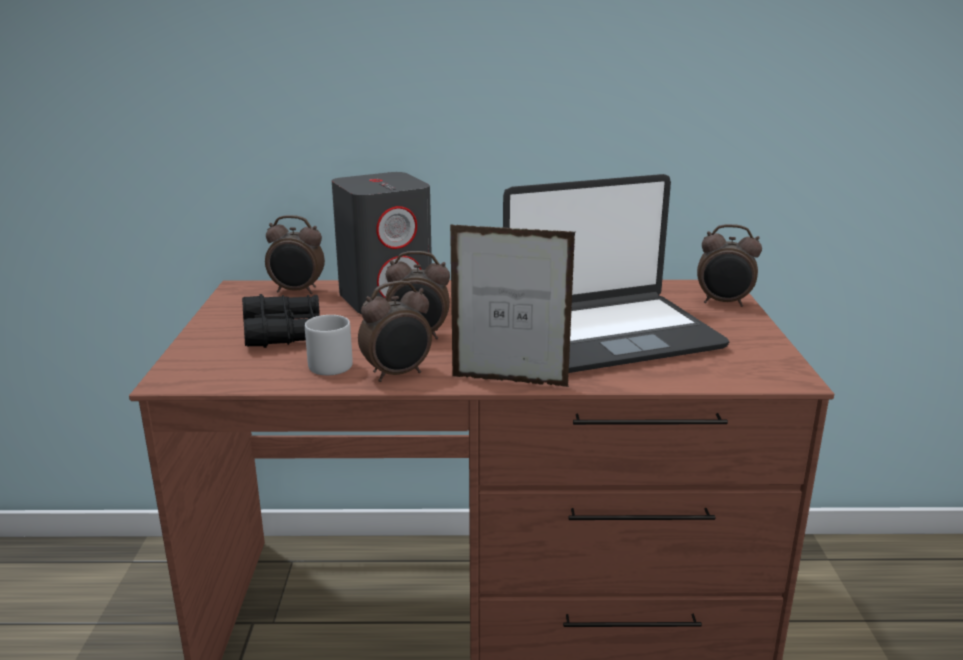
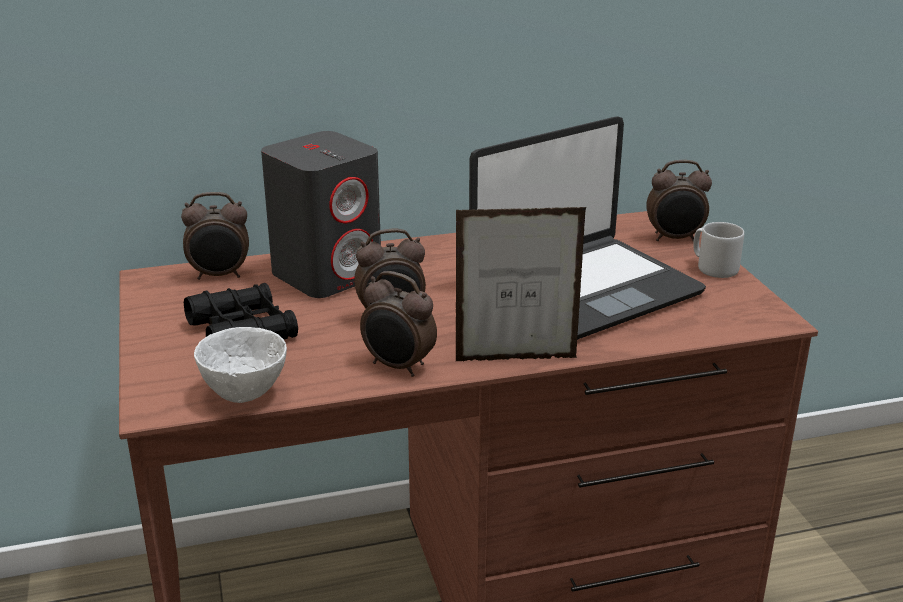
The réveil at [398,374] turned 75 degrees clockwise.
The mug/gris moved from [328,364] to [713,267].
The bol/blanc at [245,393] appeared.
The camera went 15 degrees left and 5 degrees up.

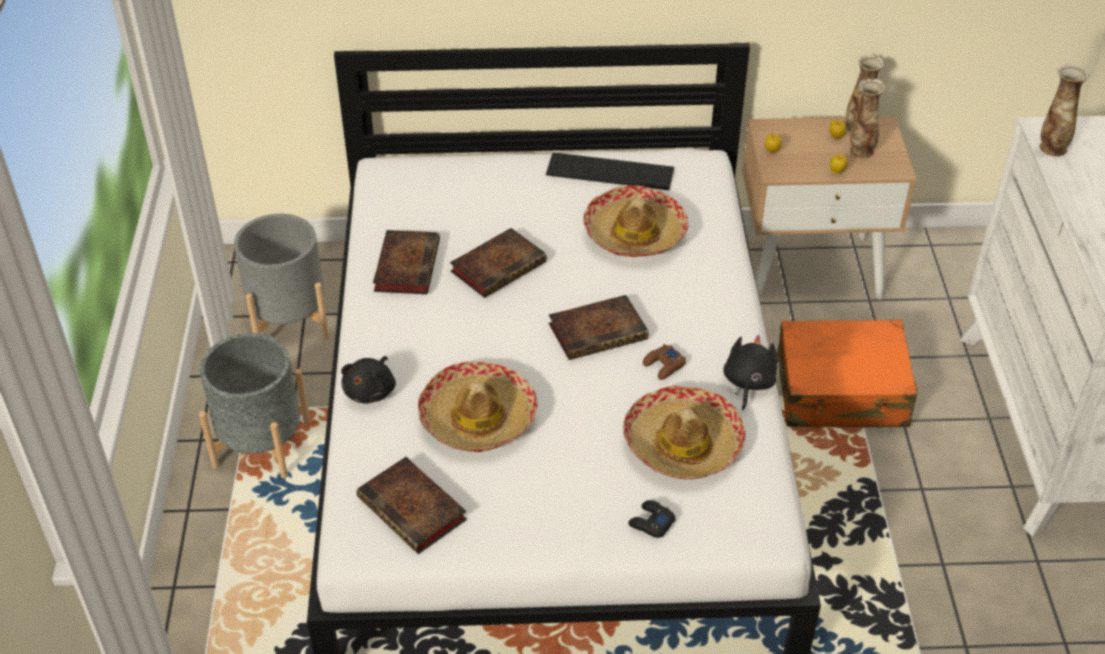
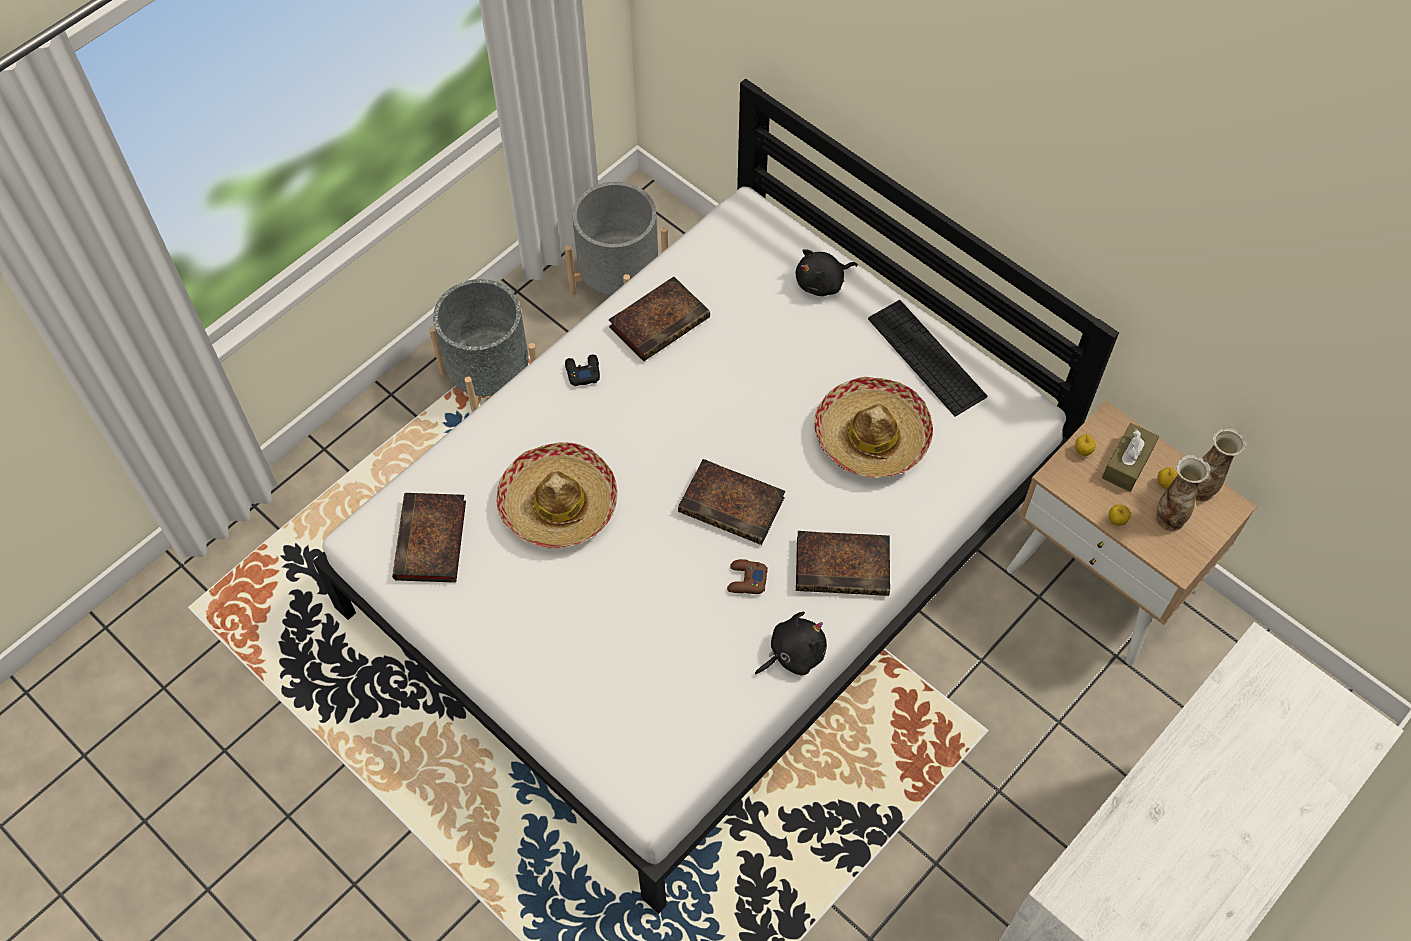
The vase at [1052,148] disappeared.
The livre moved from [499,266] to [845,566].
The valise/orange at [842,391] disappeared.
The peluche/noir moved from [371,390] to [822,283].
The chapeau at [682,444] disappeared.
The manette/noir moved from [651,523] to [582,372].
The boîte à mouchoirs/marron at [1127,463] appeared.
The camera went 45 degrees right and 15 degrees up.

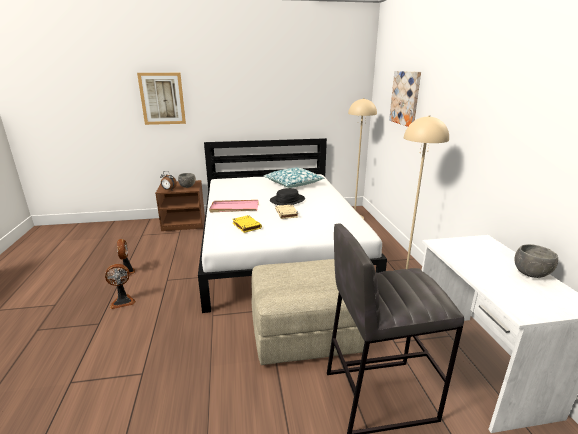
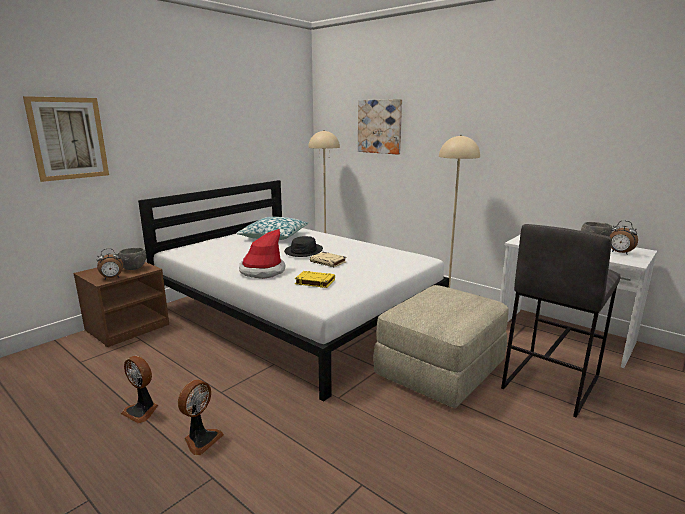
The plateau/rose at [234,208] was replaced by the chapeau at [262,271].
The réveil at [619,253] appeared.
The camera went 40 degrees left and 5 degrees down.

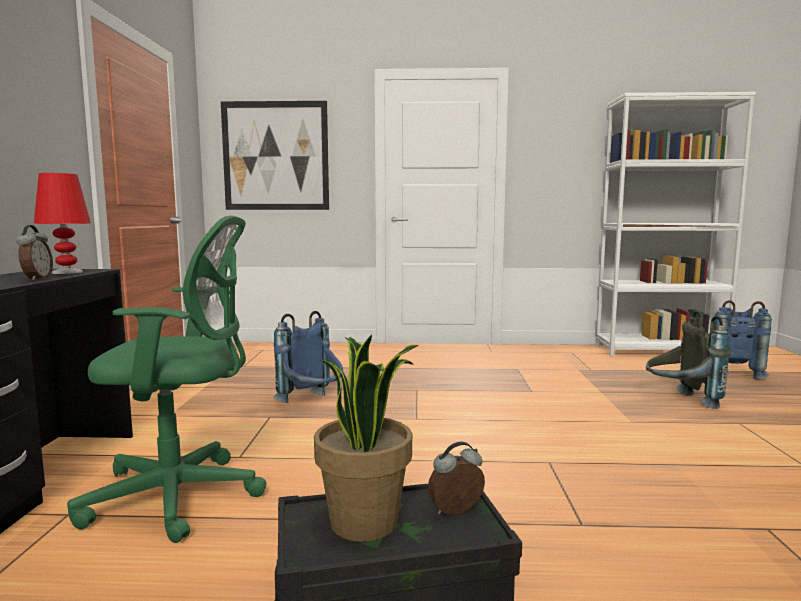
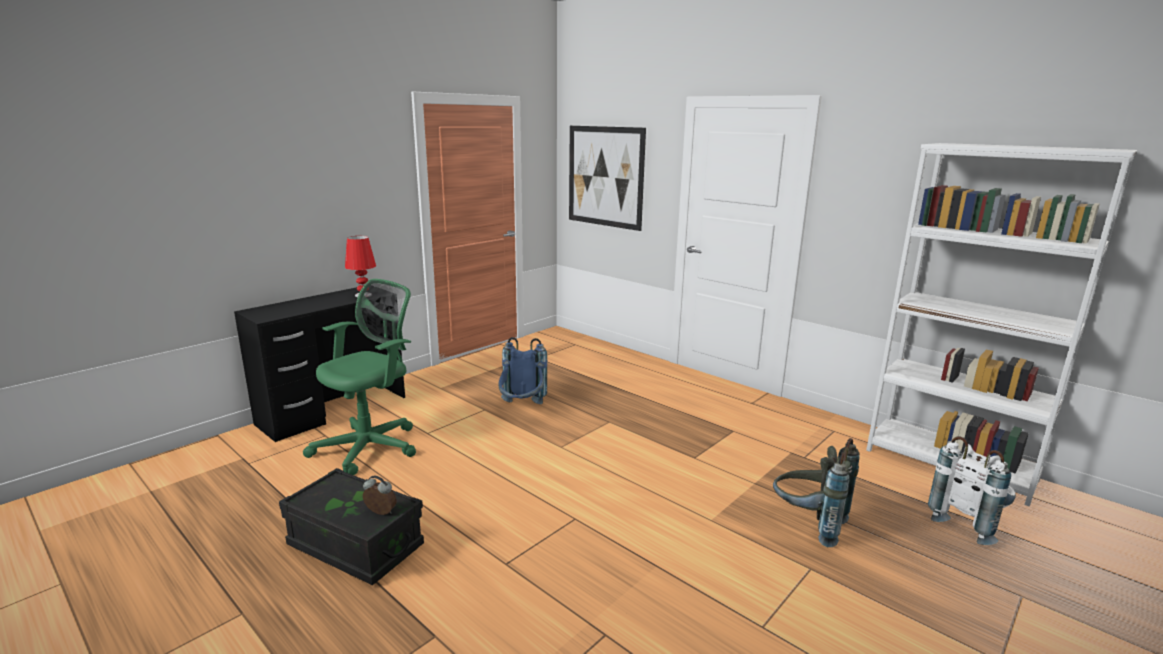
The chaise de bureau/vert at [181,496] turned 90 degrees counterclockwise.
The réveil at [36,279] disappeared.
The sac à dos/bleu at [730,372] became the sac à dos/blanc at [968,522].
The plante en pot at [366,522] disappeared.
The camera went 40 degrees right and 10 degrees up.

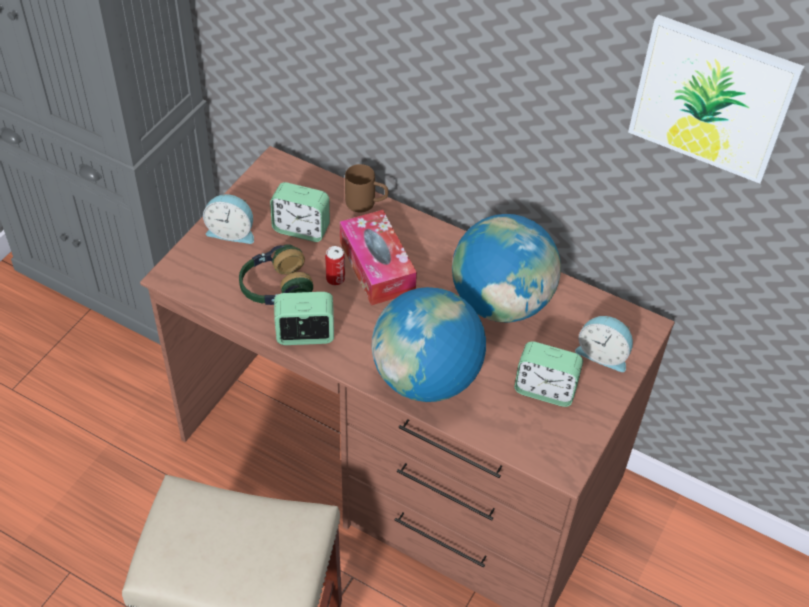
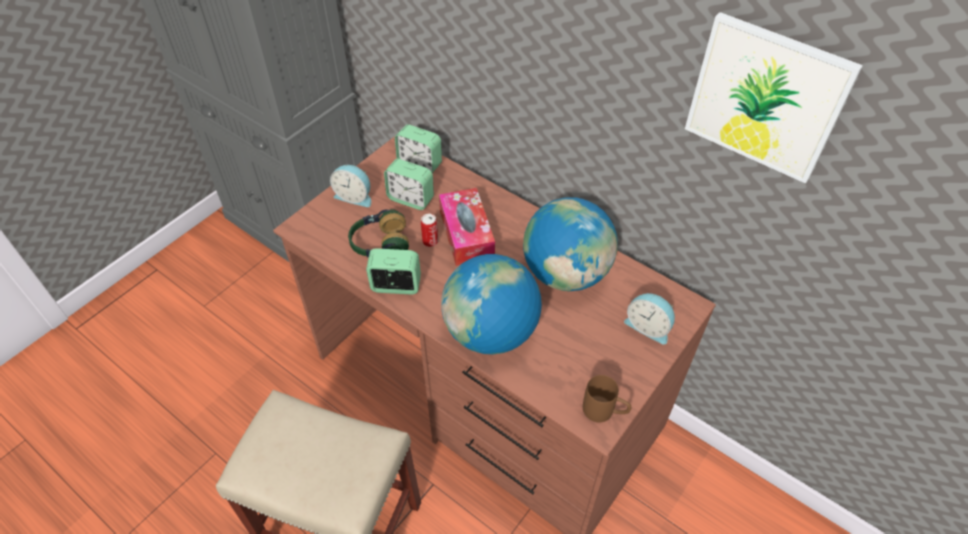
The mug/marron moved from [367,204] to [604,412].
The réveil moved from [545,390] to [420,164].
The camera went 10 degrees right and 0 degrees up.

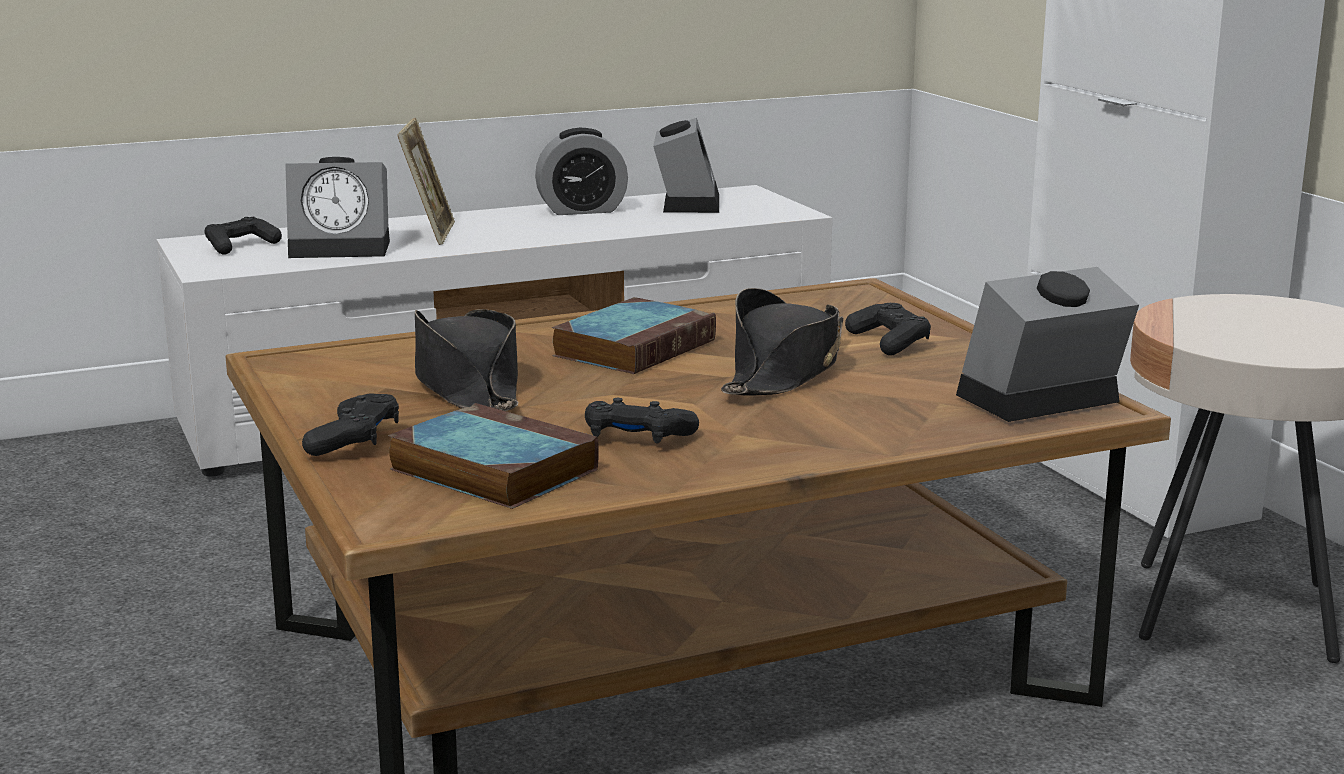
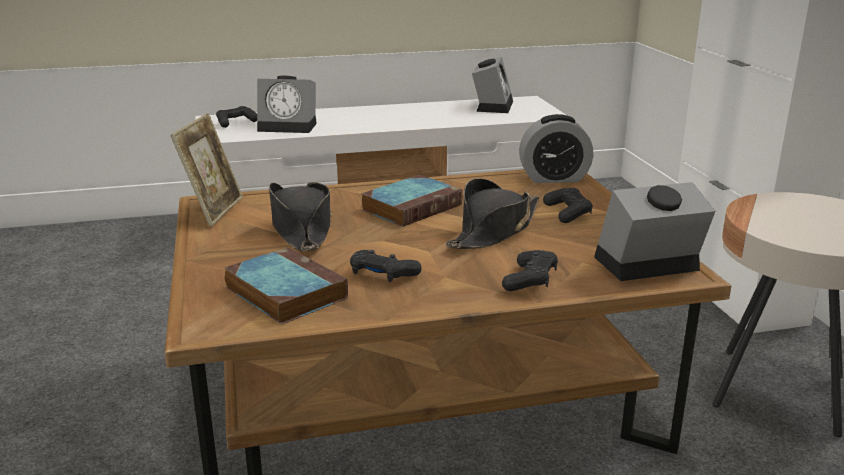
The cadre photo moved from [429,233] to [213,210].
The réveil moved from [582,210] to [554,178].
The manette/noir moved from [355,440] to [530,280].
The camera went 10 degrees right and 5 degrees up.

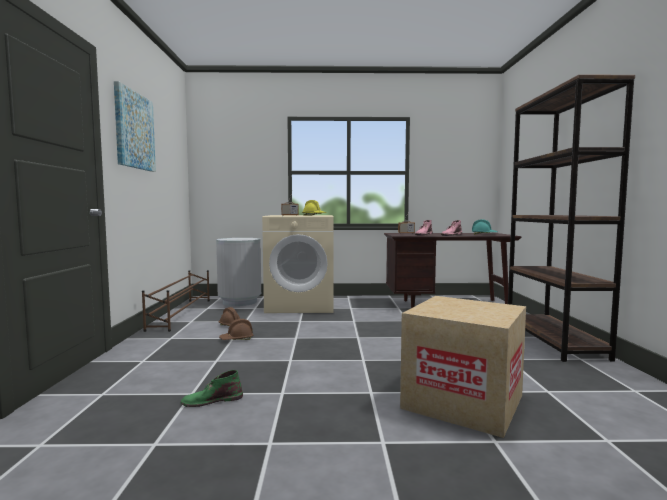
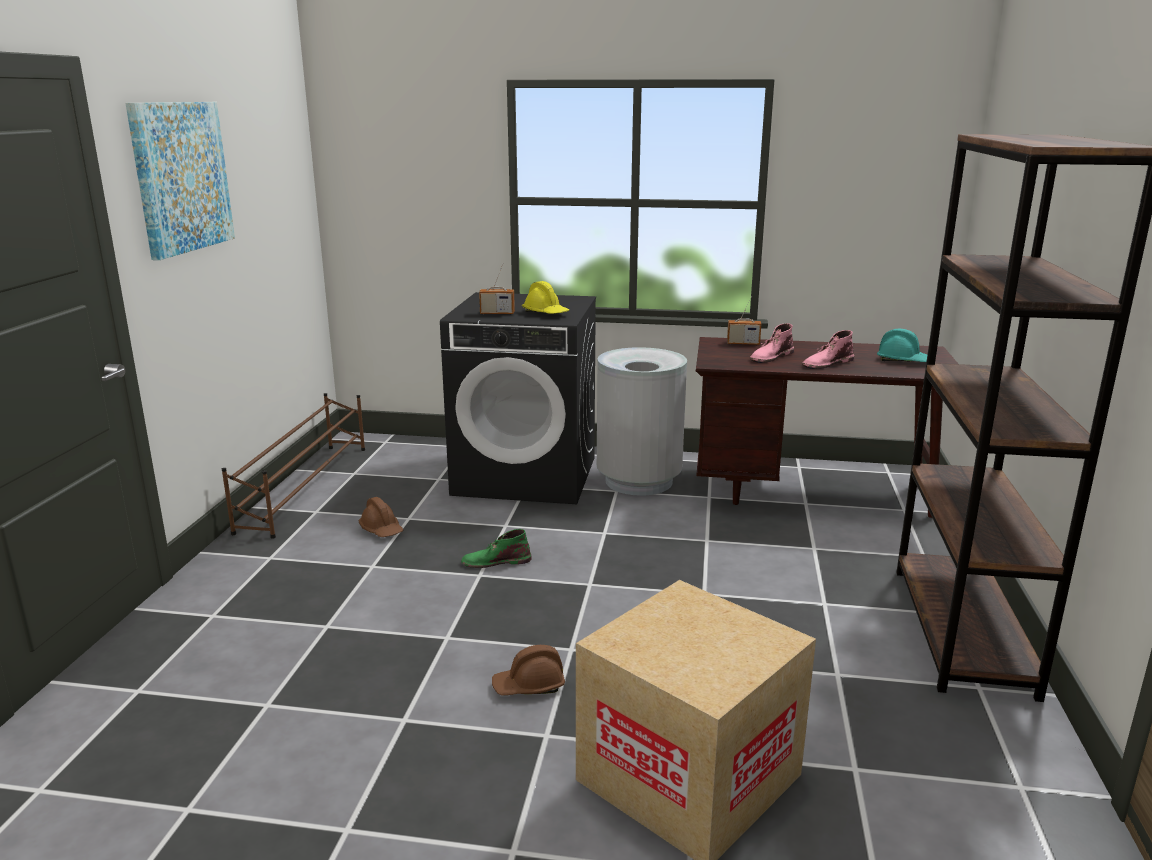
The lave-linge/beige at [301,305] became the lave-linge/noir at [526,476].
The poubelle/gris moved from [240,302] to [639,481].
The casque de chantier/marron moved from [236,339] to [529,686].
The botte/vert moved from [212,400] to [495,561].
The camera went 10 degrees right and 15 degrees up.

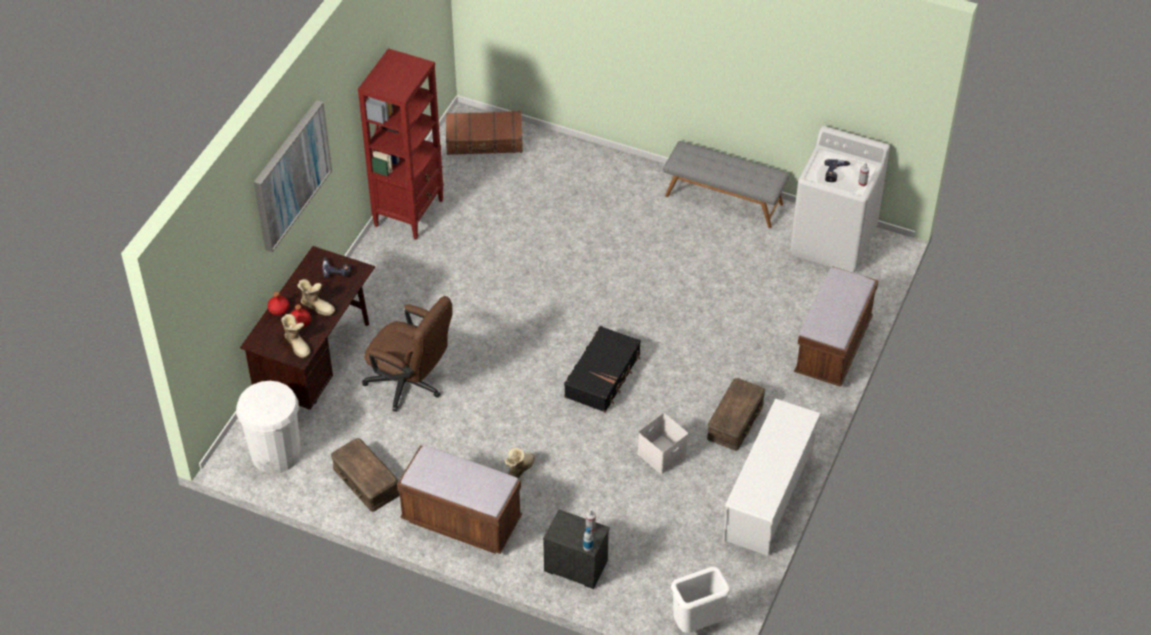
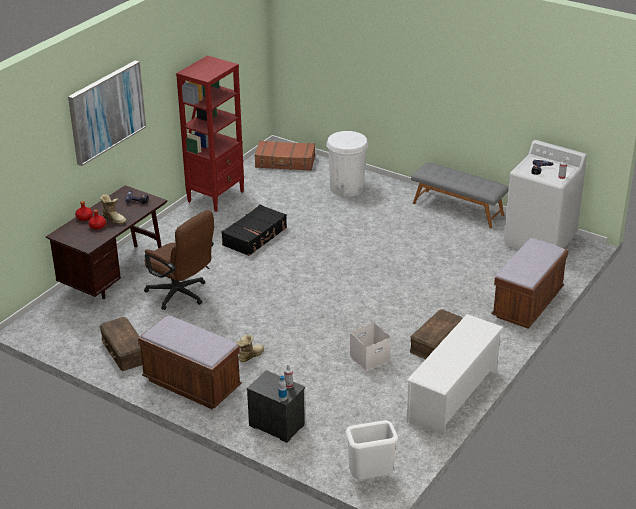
The botte at [297,345] disappeared.
The valise/noir moved from [603,376] to [255,237].
The poubelle/blanc moved from [276,453] to [347,188].
The camera went 10 degrees right and 15 degrees down.

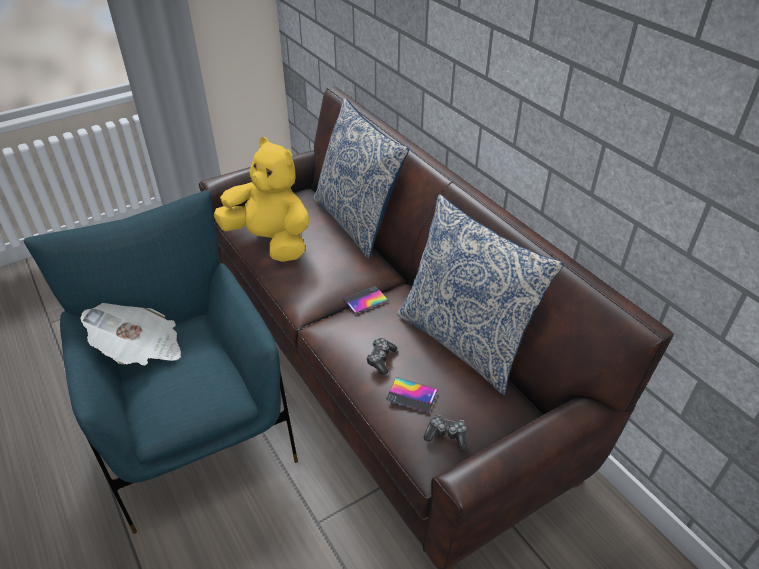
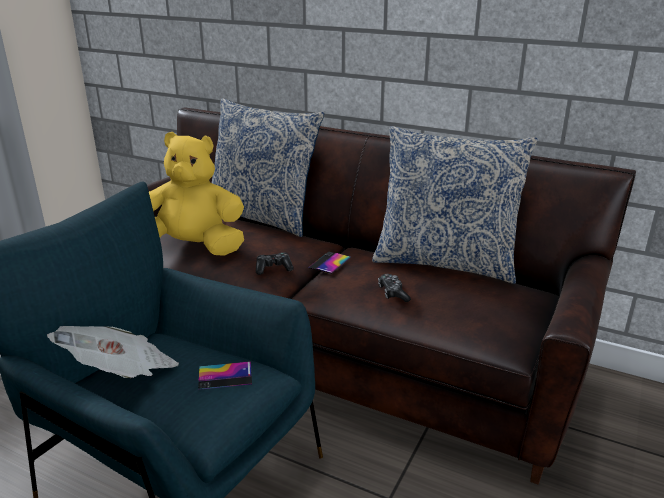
The téléphone moved from [412,395] to [225,376].
The manette moved from [446,435] to [273,268].
The camera went 30 degrees left and 15 degrees down.

